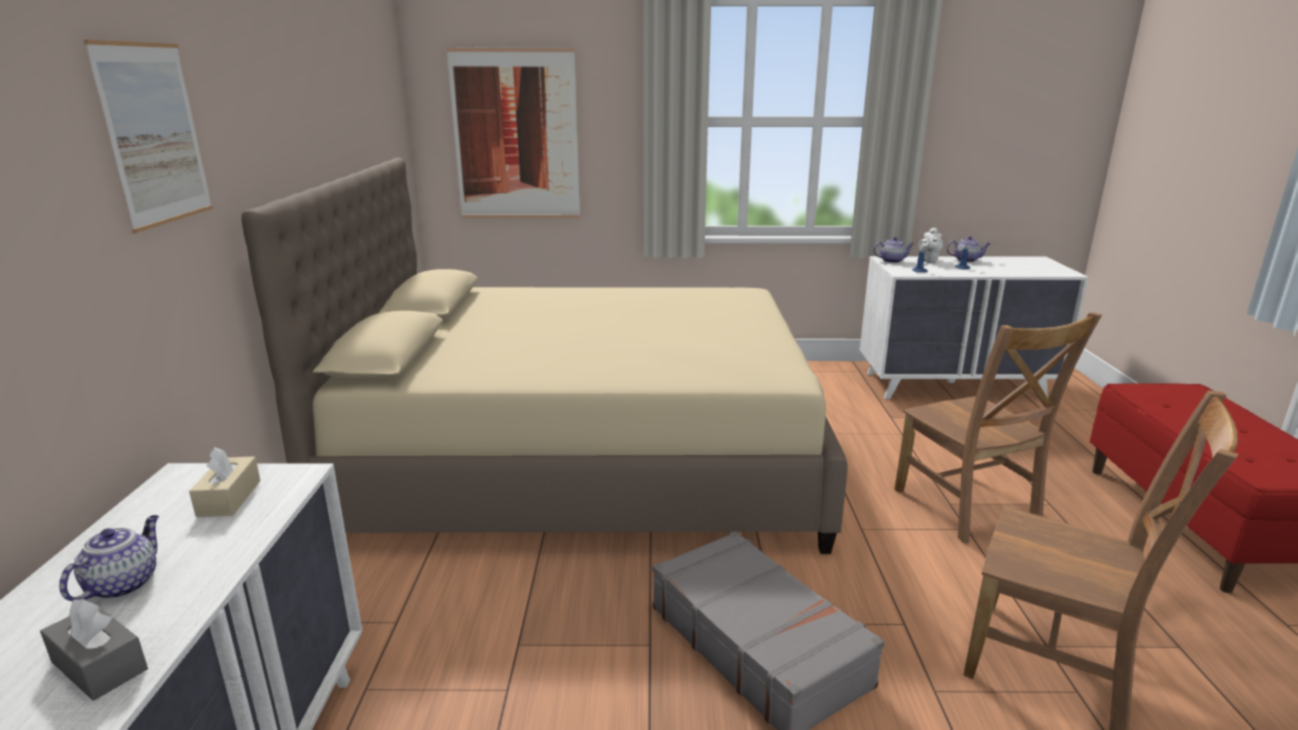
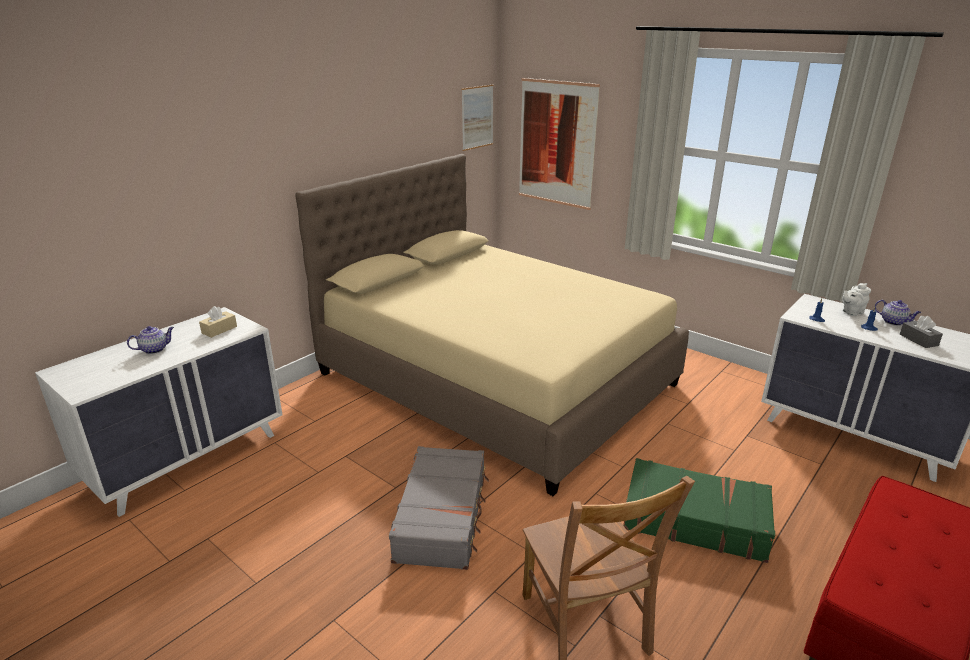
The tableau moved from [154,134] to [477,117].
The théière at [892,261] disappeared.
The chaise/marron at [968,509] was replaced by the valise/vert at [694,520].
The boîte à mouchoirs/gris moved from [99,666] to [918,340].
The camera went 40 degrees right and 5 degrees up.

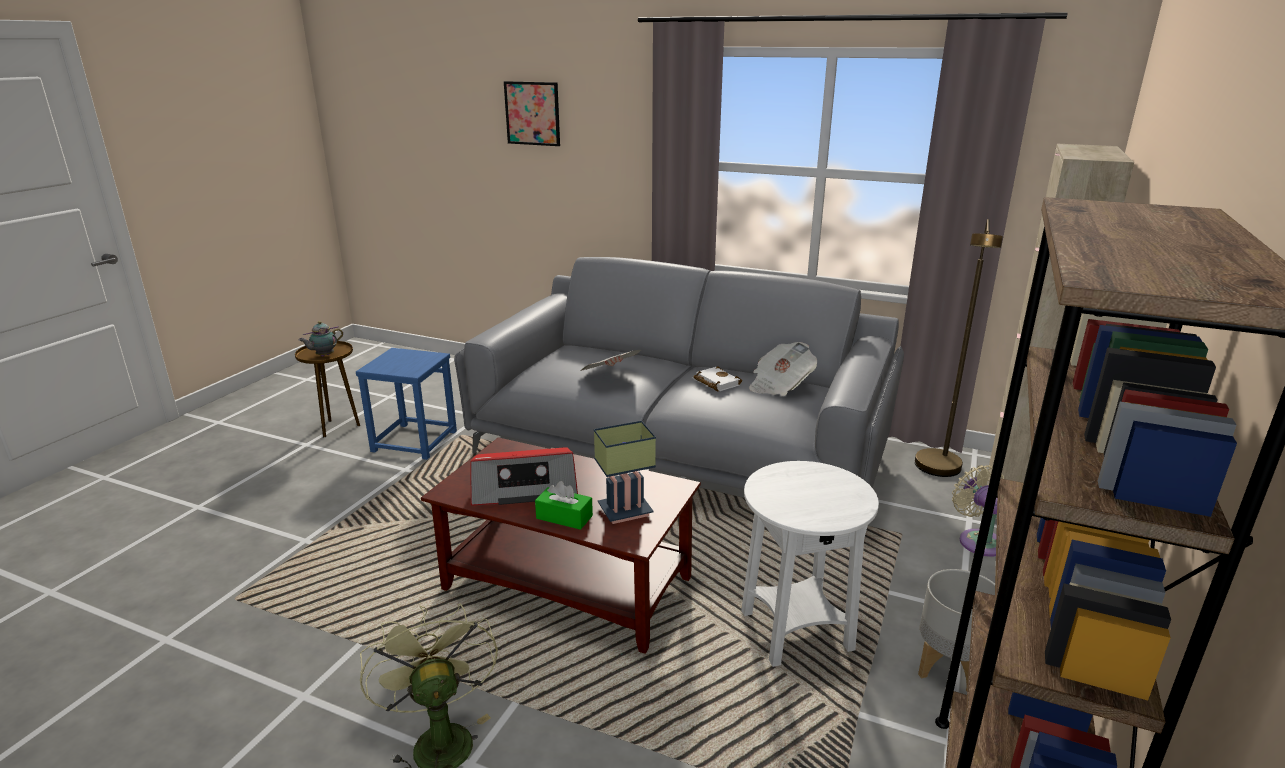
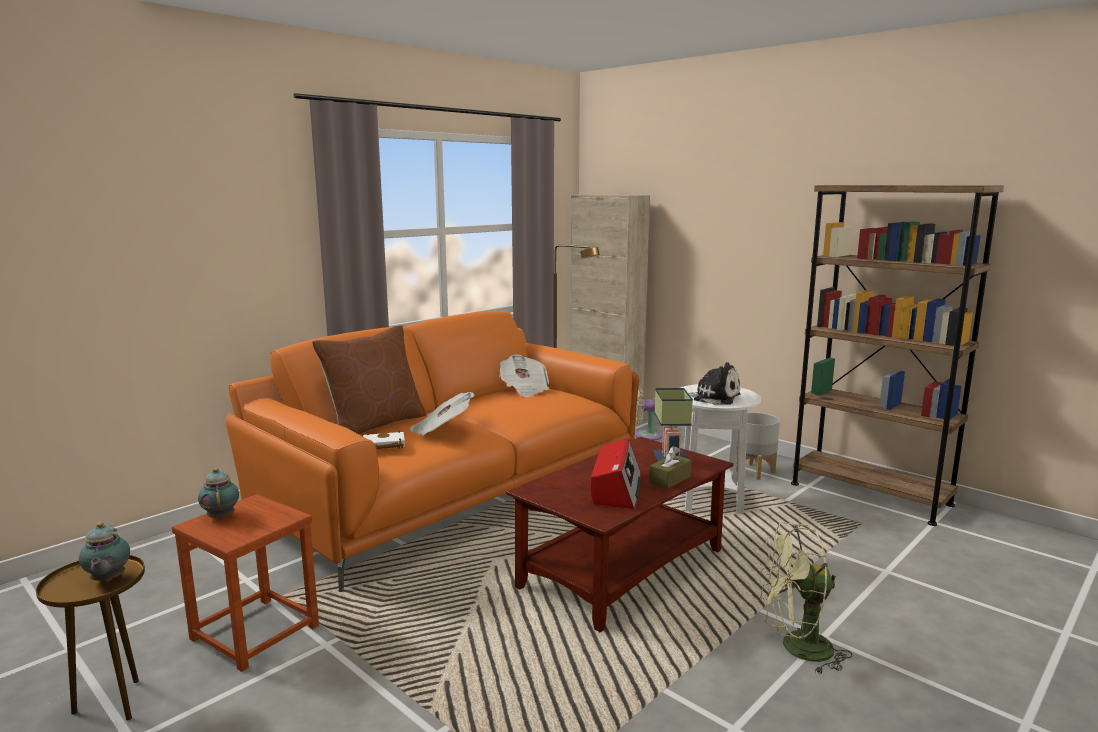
The tableau at [532,113] disappeared.
The canapé/gris at [680,452] became the canapé/orange at [455,491].
The tabouret/bleu at [414,441] became the tabouret/marron at [255,633].
The livre/blanc moved from [715,382] to [383,445].
The boîte à mouchoirs/vert at [564,517] became the boîte à mouchoirs/marron at [669,479].
The coussin/marron at [374,424] appeared.
The peluche at [713,397] appeared.
The théière at [221,516] appeared.
The camera went 70 degrees left and 10 degrees down.

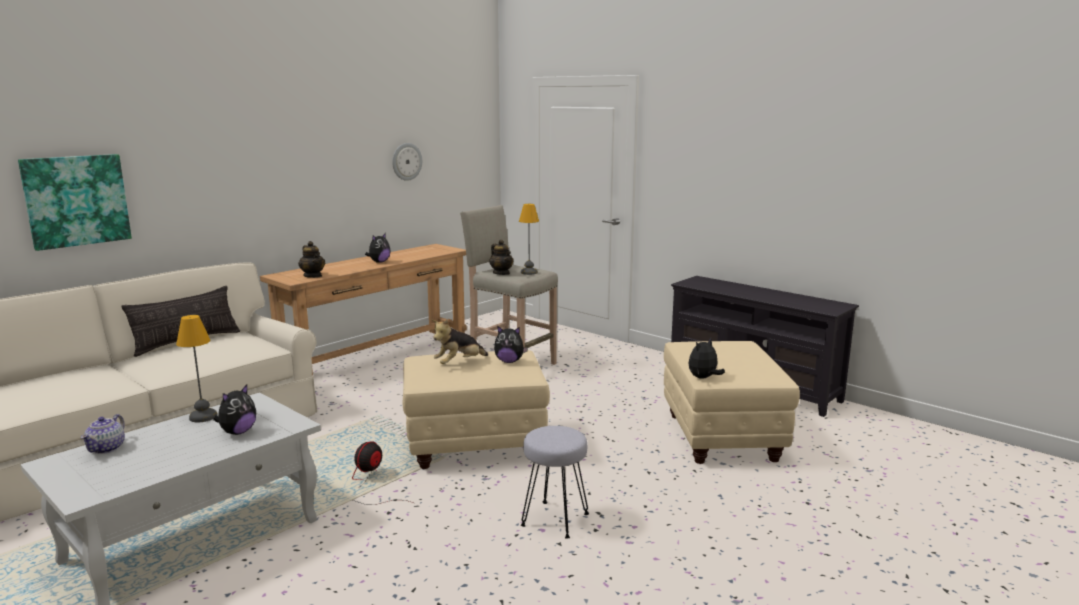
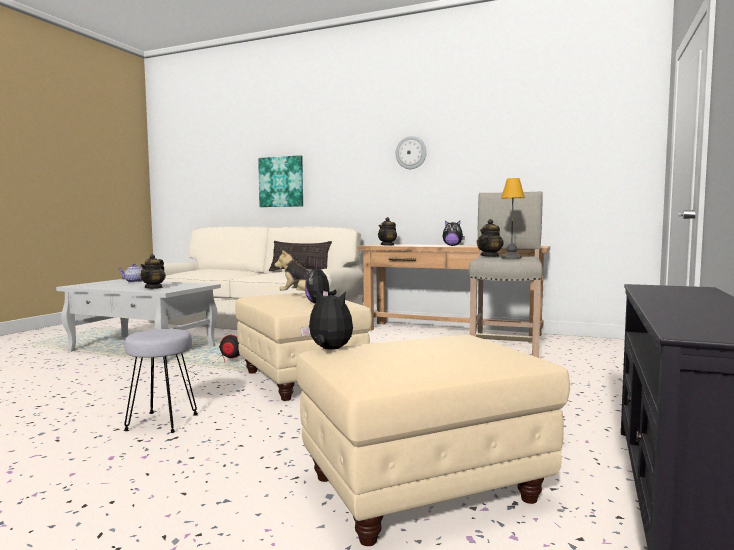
The horloge murale moved from [406,161] to [411,153].
The lampe de table at [202,416] disappeared.
The peluche at [238,432] was replaced by the théière at [154,287].
The camera went 70 degrees right and 10 degrees down.

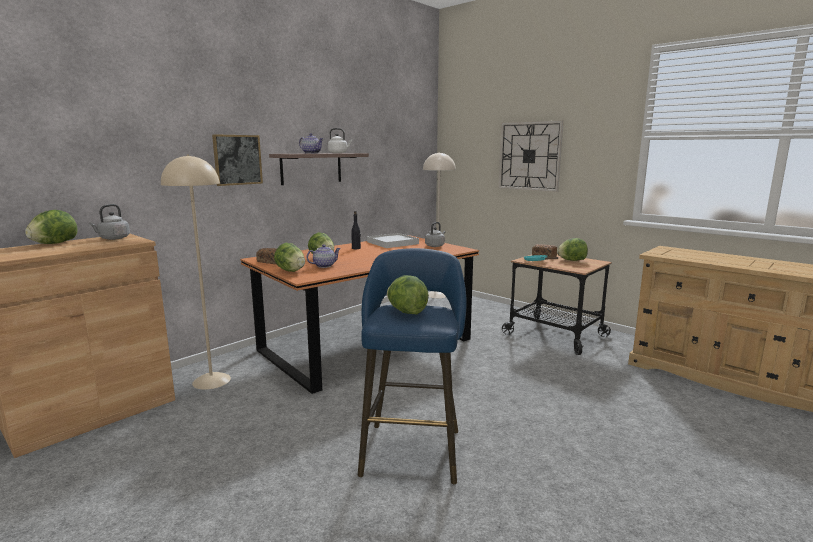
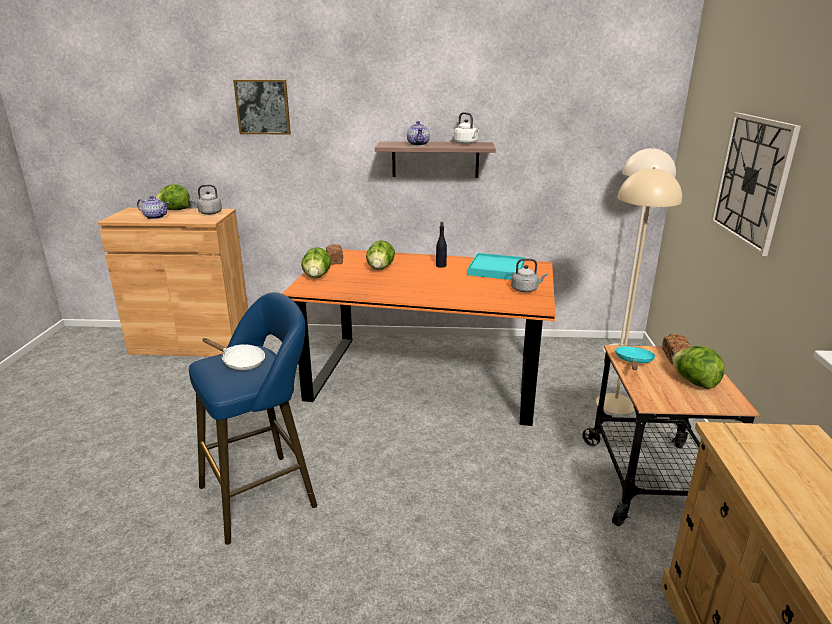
The tableau moved from [237,160] to [263,107].
The lampadaire/beige moved from [211,380] to [615,403].
The plateau/blanc at [392,243] became the plateau/turquoise at [496,269].
The théière moved from [324,266] to [156,217].
The laitue at [406,312] was replaced by the poêle/blanc at [240,362].
The camera went 50 degrees right and 10 degrees up.

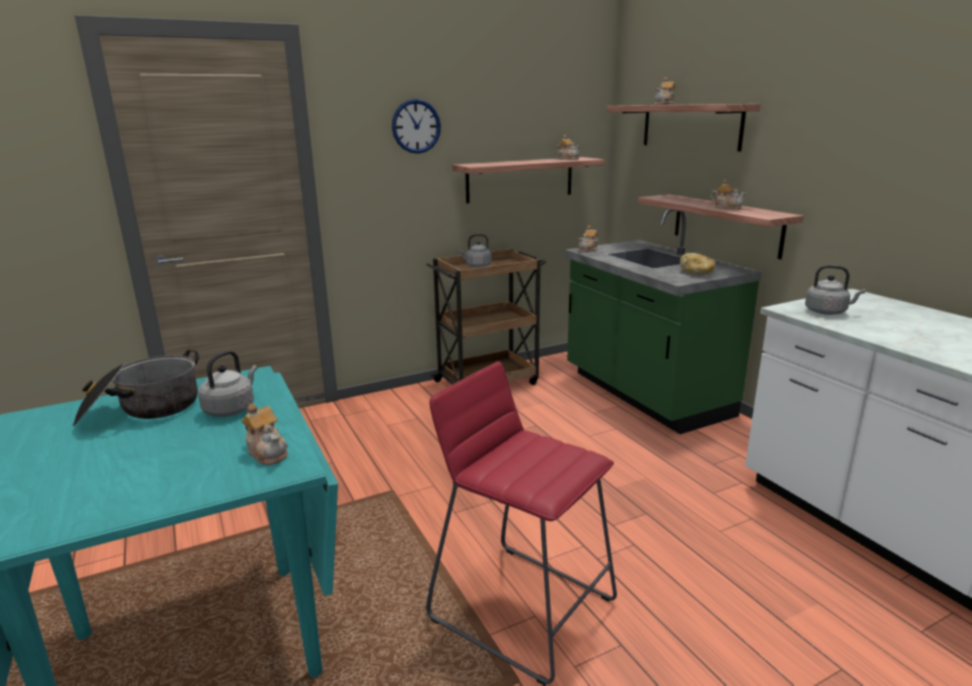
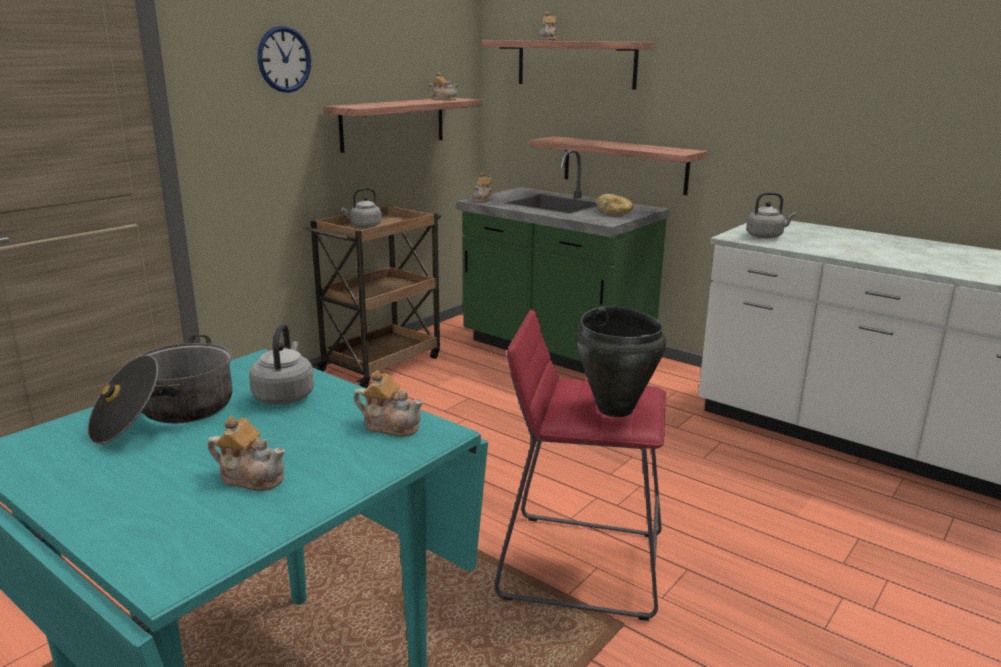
The théière moved from [727,207] to [251,477].
The marmite/noir at [615,409] appeared.
The camera went 25 degrees left and 0 degrees up.

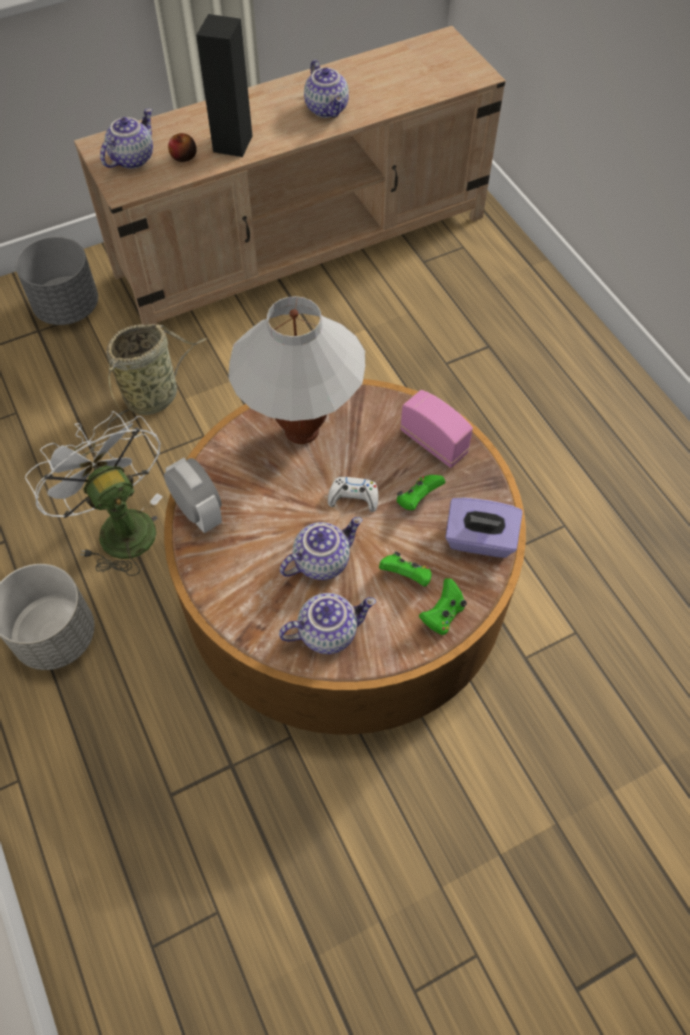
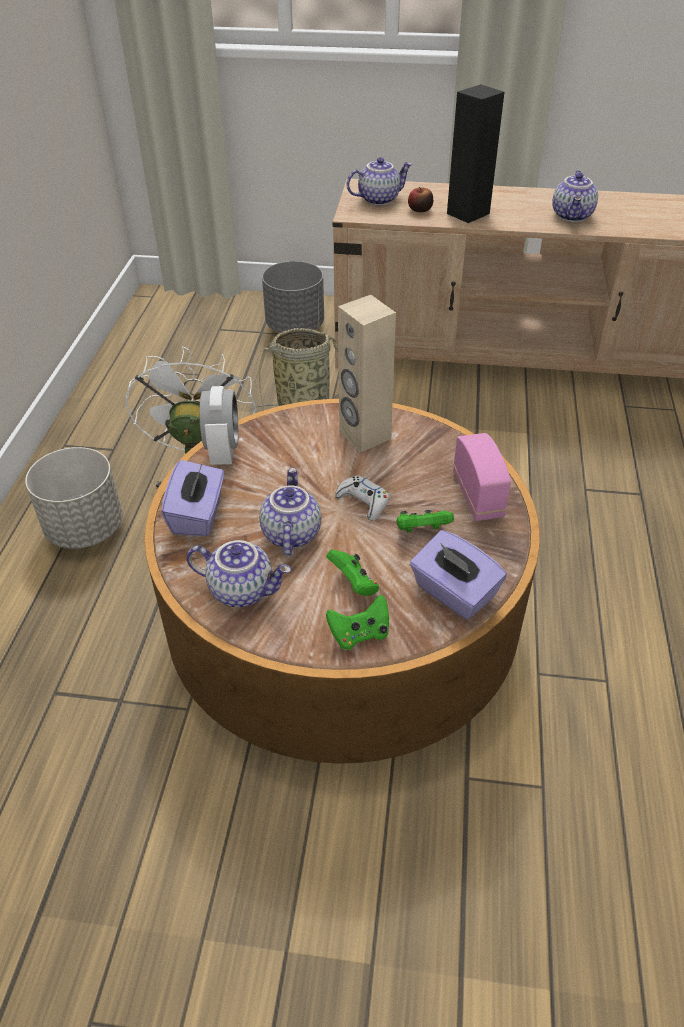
The lampe de table/blanc at [302,431] was replaced by the enceinte/beige at [364,435].
The théière at [321,560] turned 90 degrees counterclockwise.
The boîte à mouchoirs/violet at [198,515] appeared.
The camera went 35 degrees right and 15 degrees down.

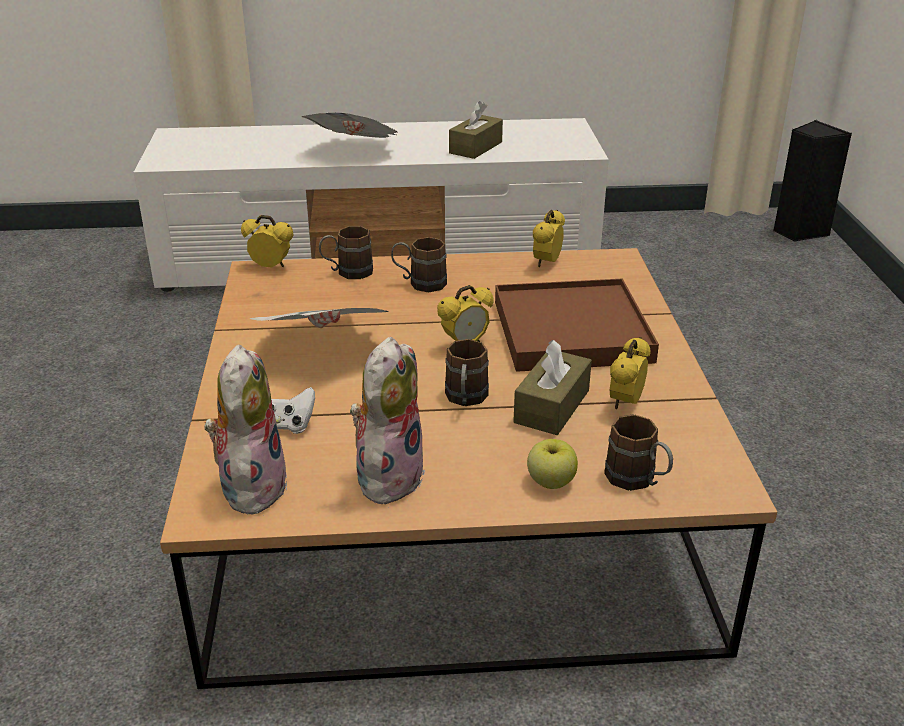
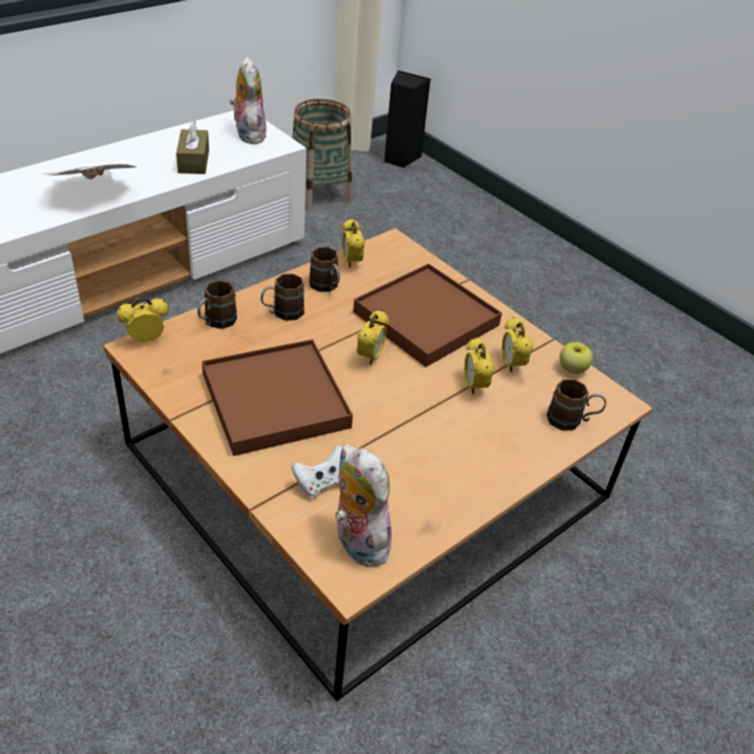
The journal at [323,346] was replaced by the plateau/marron at [275,400].
The peluche moved from [388,476] to [248,134].
The mug/marron moved from [465,400] to [326,287].
The boîte à mouchoirs/marron at [552,406] was replaced by the réveil at [474,386].
The pomme moved from [551,482] to [572,369].
The panier at [319,193] appeared.
The camera went 40 degrees left and 10 degrees up.

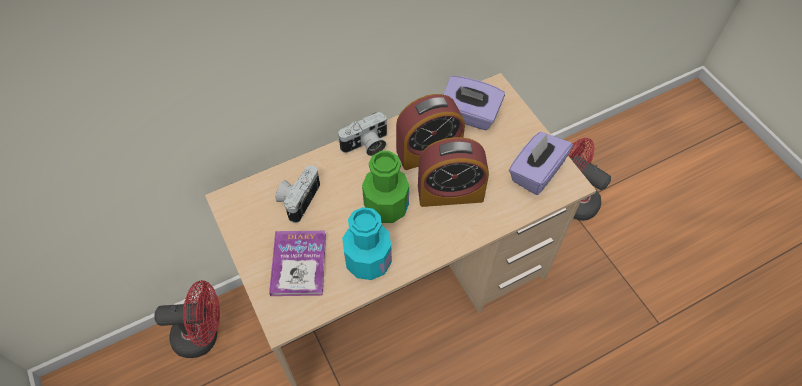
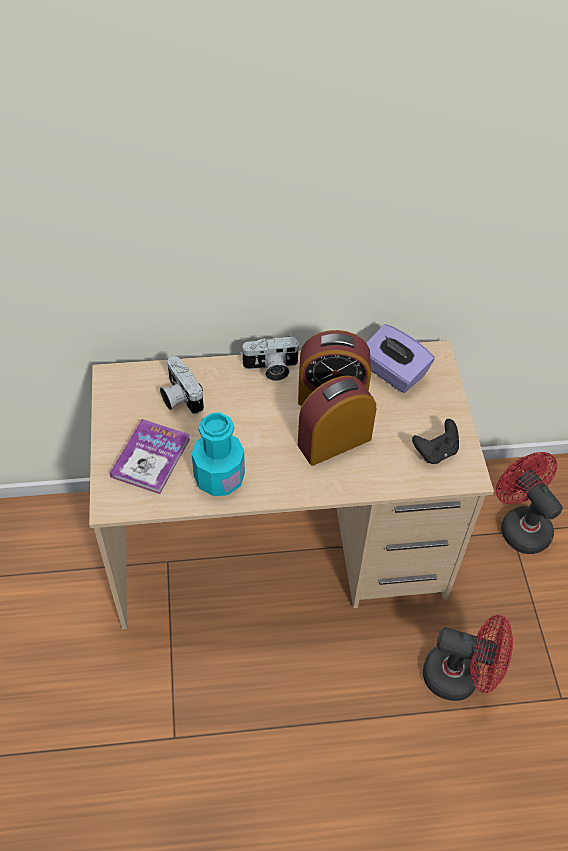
The boîte à mouchoirs/violet at [535,172] was replaced by the manette/noir at [436,452].
The réveil at [450,193] turned 135 degrees clockwise.
The bouteille/vert at [386,207] disappeared.
The appareil photo at [298,198] turned 75 degrees counterclockwise.
The ventilateur/rouge moved from [203,335] to [460,677].
The camera went 20 degrees right and 5 degrees down.

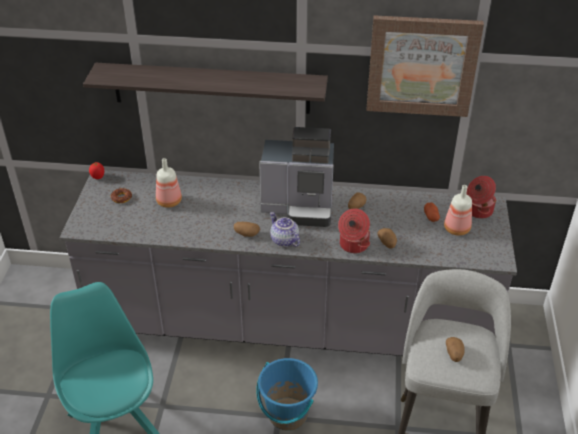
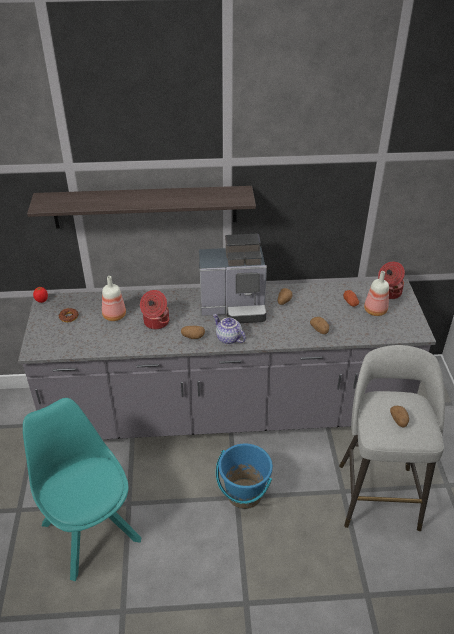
The tableau at [422,65] disappeared.
The marmite moved from [353,245] to [155,322].
The camera went 10 degrees left and 0 degrees up.

